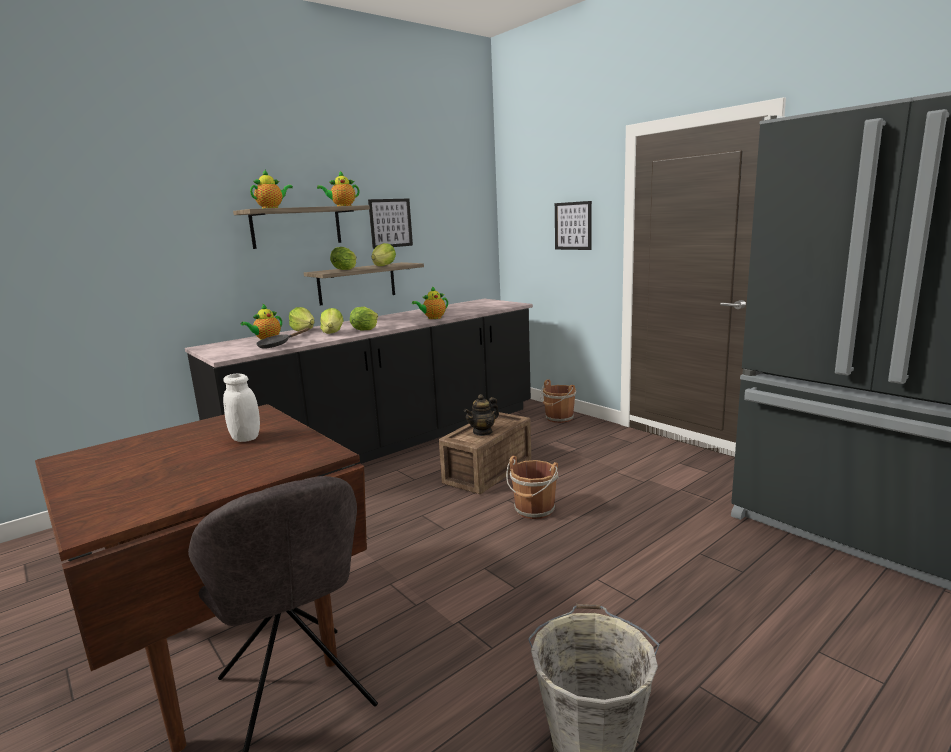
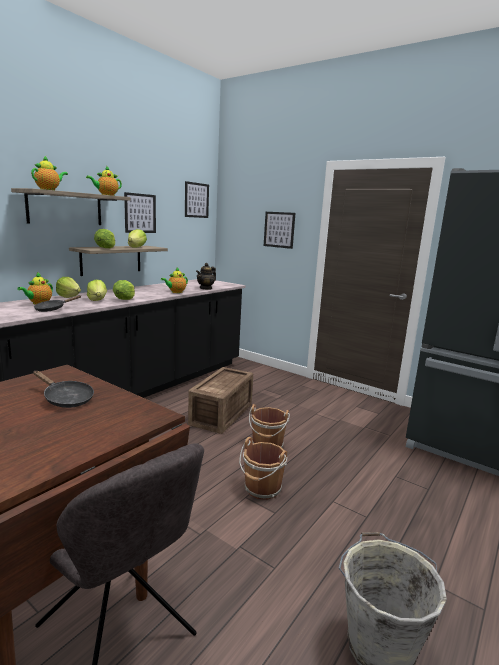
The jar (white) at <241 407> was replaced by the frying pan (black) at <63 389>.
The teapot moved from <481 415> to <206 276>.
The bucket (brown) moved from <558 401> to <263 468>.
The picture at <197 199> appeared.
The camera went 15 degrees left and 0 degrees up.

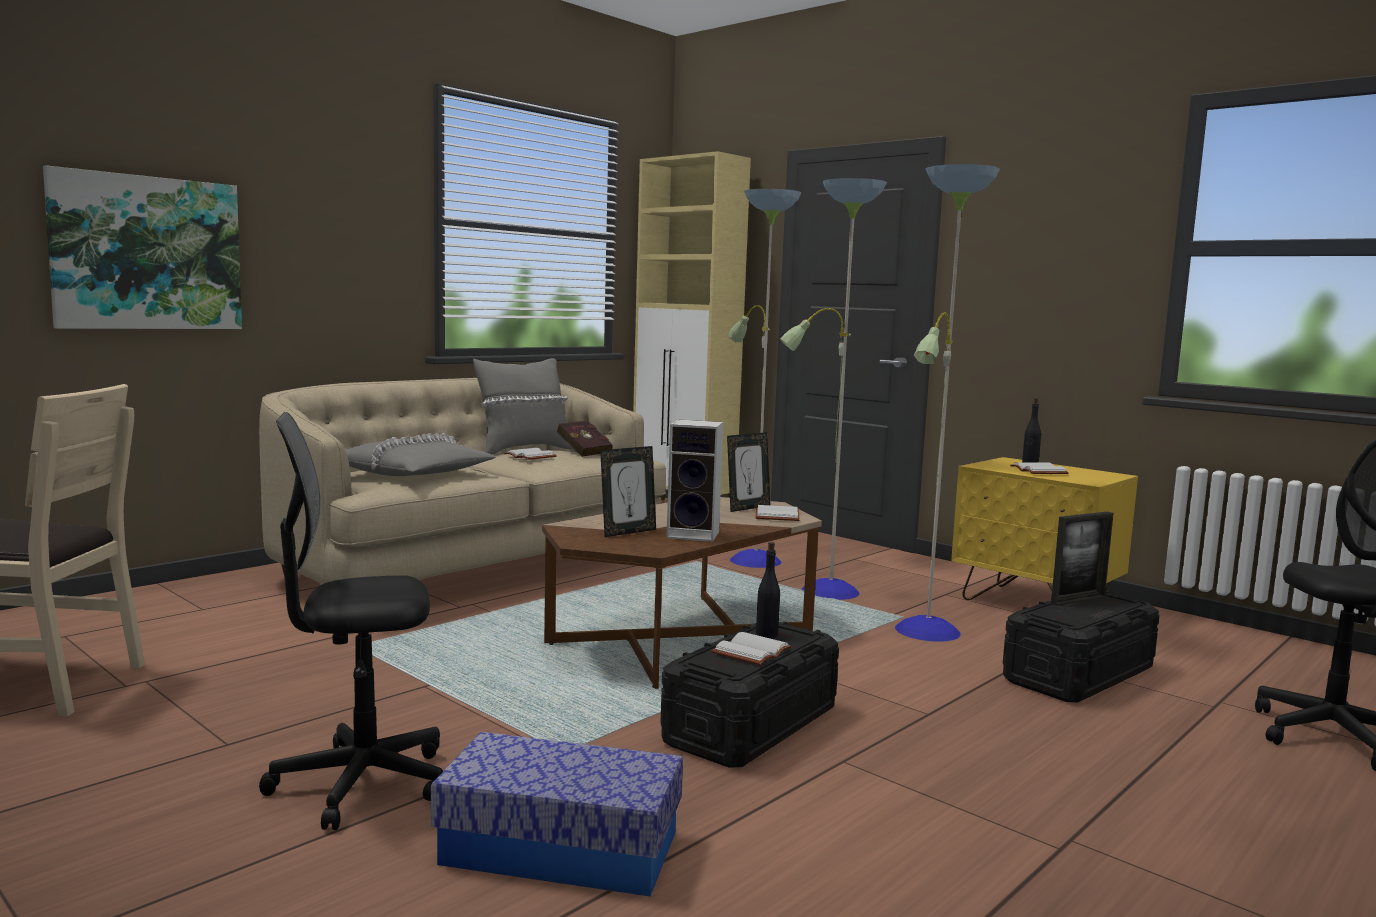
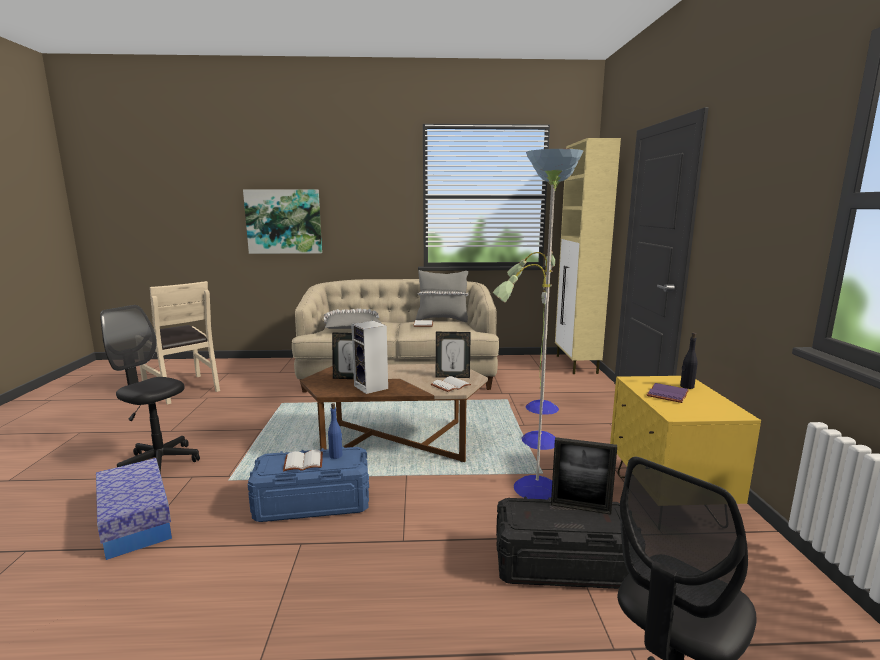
The book (red) at <585 439> disappeared.
The storage box (black) at <749 694> became the storage box (blue) at <308 484>.
The bottle (black) at <768 590> became the bottle (blue) at <335 431>.
The book (white) at <1039 468> became the book (purple) at <668 393>.
The camera went 45 degrees right and 5 degrees up.

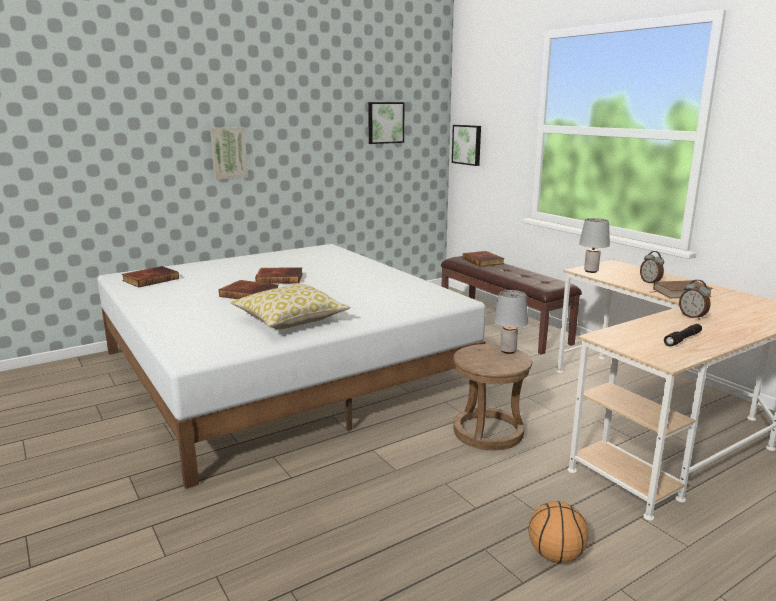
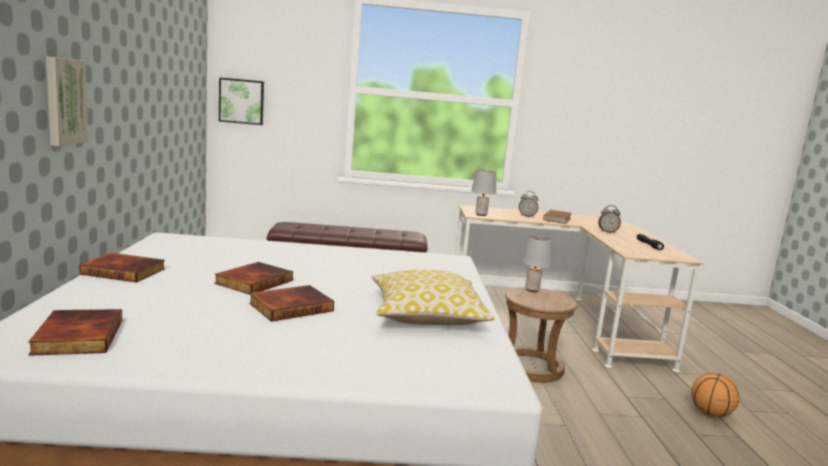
The picture at <386 123> disappeared.
The book moved from <483 259> to <122 268>.
The camera went 60 degrees left and 5 degrees down.

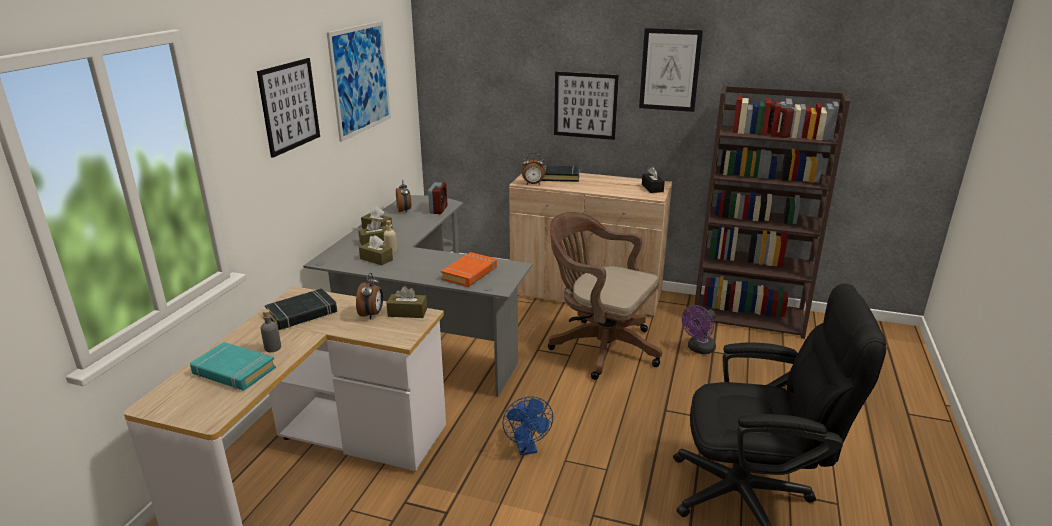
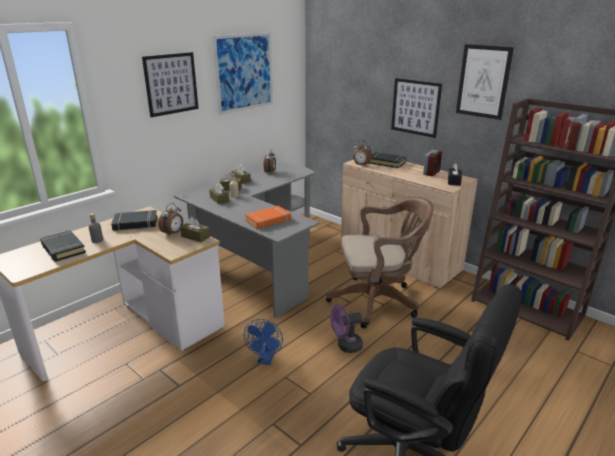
The book (turquoise) at <233 366> became the book (black) at <63 246>.
The alarm clock moved from <437 198> to <432 163>.
The office chair (brown) at <605 296> turned 120 degrees clockwise.
The fan (purple) moved from <699 329> to <346 328>.
The camera went 25 degrees right and 0 degrees up.

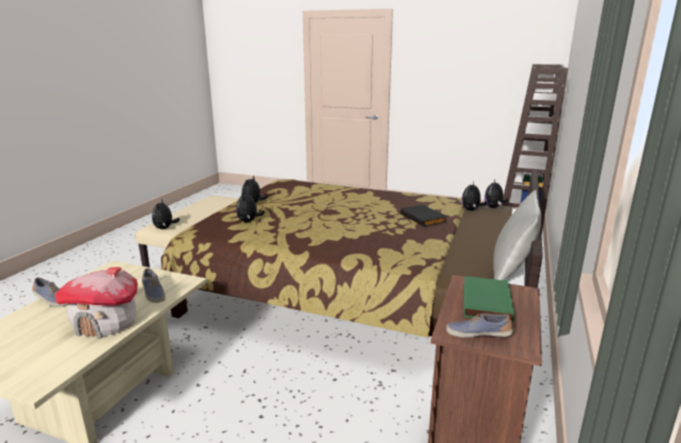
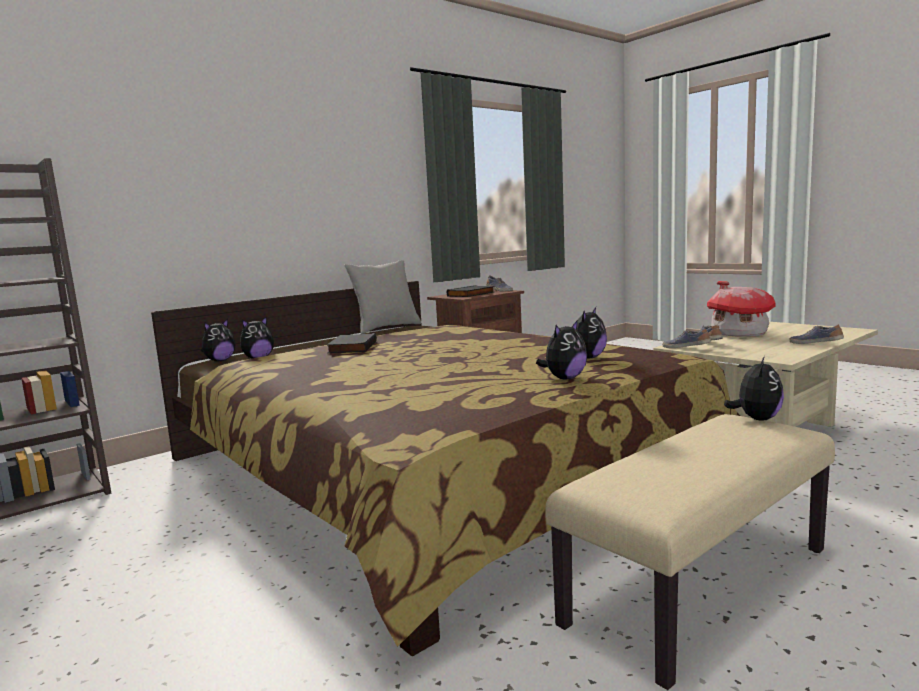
The book (green) at <489 299> became the book (black) at <470 291>.
The shoe at <686 338> appeared.
The camera went 150 degrees left and 10 degrees down.

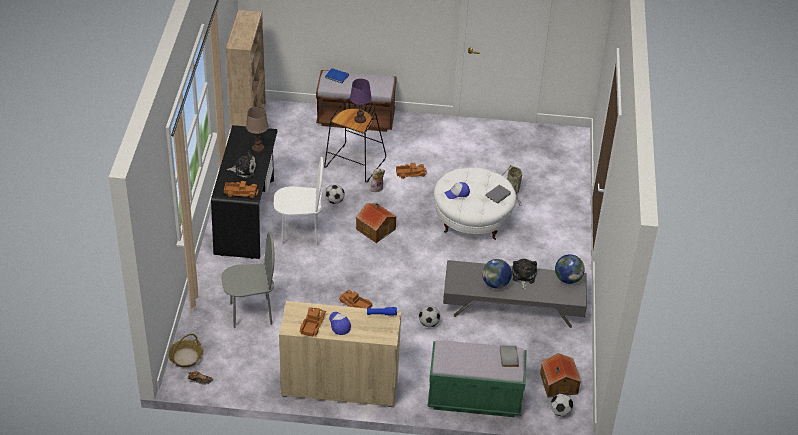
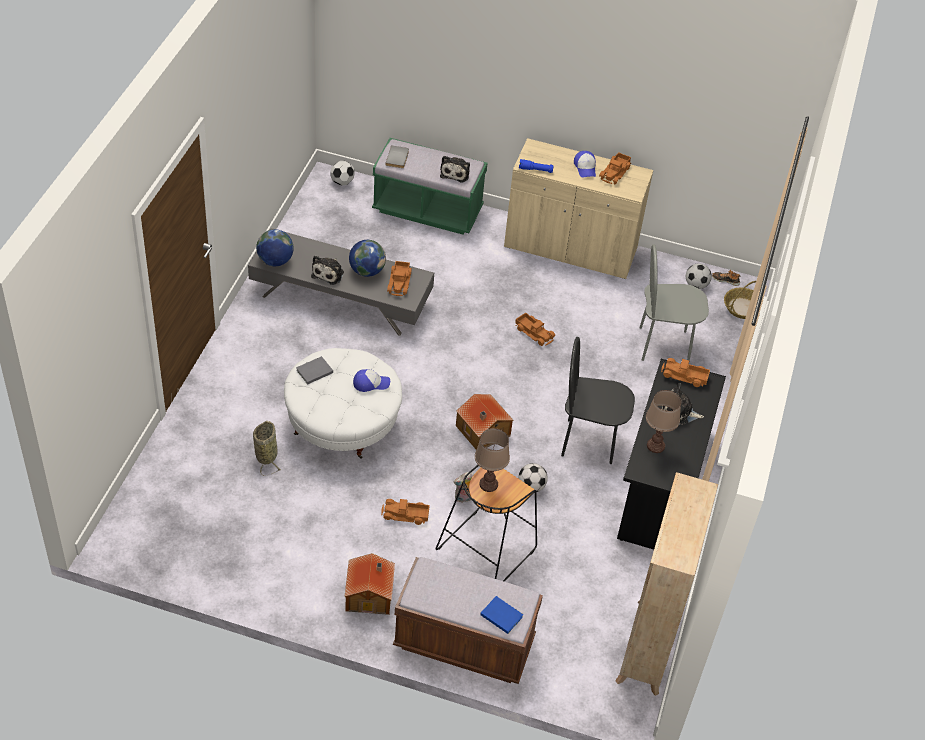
The chair (white) at <298 202> became the chair (black) at <598 400>.
The table lamp (purple) at <361 101> became the table lamp (brown) at <492 460>.
The football moved from <429 316> to <699 276>.
The toy house moved from <560 375> to <369 584>.
The toy truck at <399 278> appeared.
The plush toy at <455 169> appeared.
The camera went 170 degrees left and 5 degrees up.

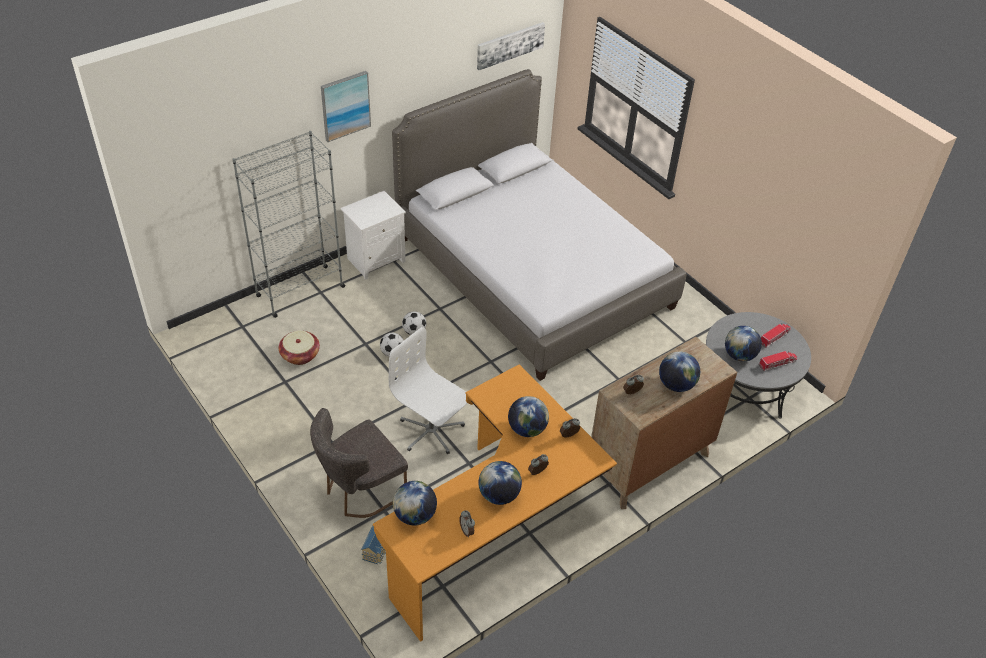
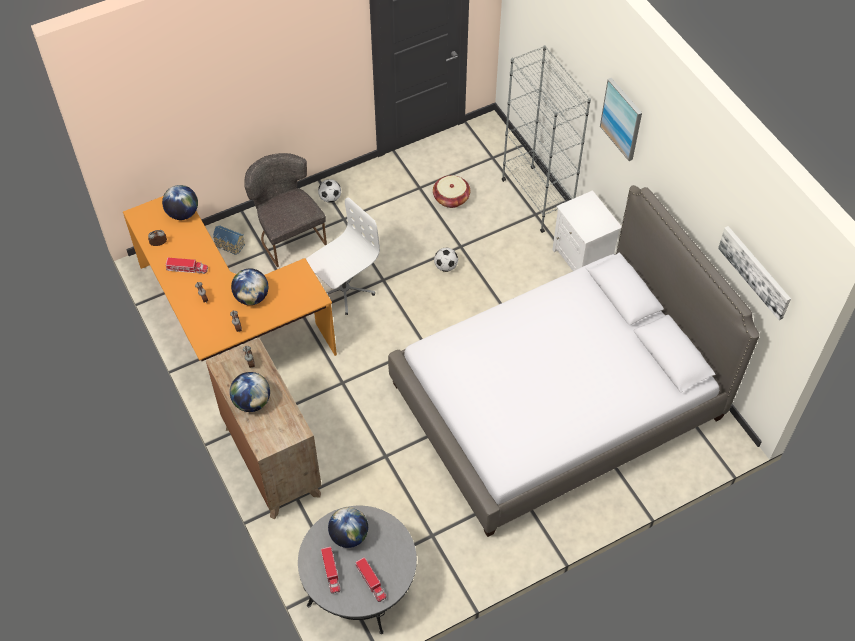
The football moved from <414 323> to <329 191>.
The globe at <500 483> was replaced by the toy truck at <187 266>.
The camera went 100 degrees right and 10 degrees up.

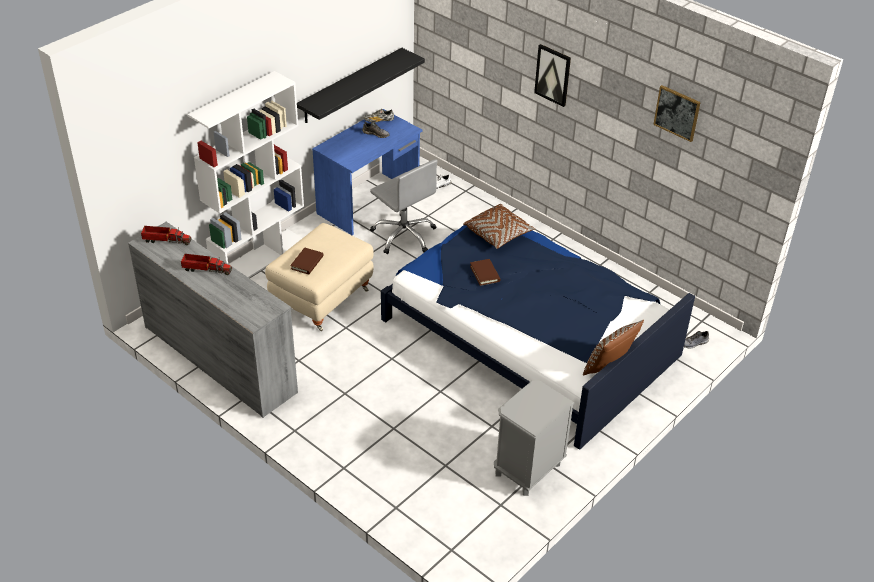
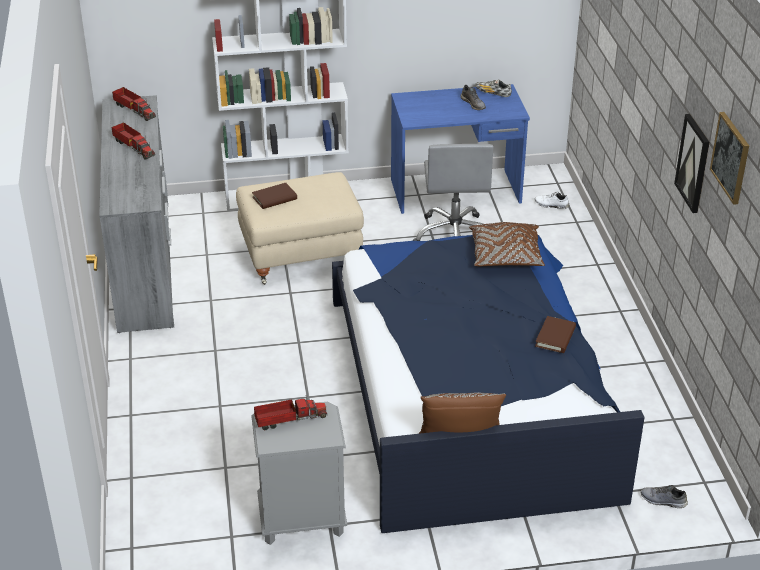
The shelf (black) at <361 85> disappeared.
The book (brown) moved from <485 272> to <555 334>.
The picture moved from <552 75> to <692 163>.
The toy truck at <290 412> appeared.
The camera went 40 degrees right and 5 degrees down.

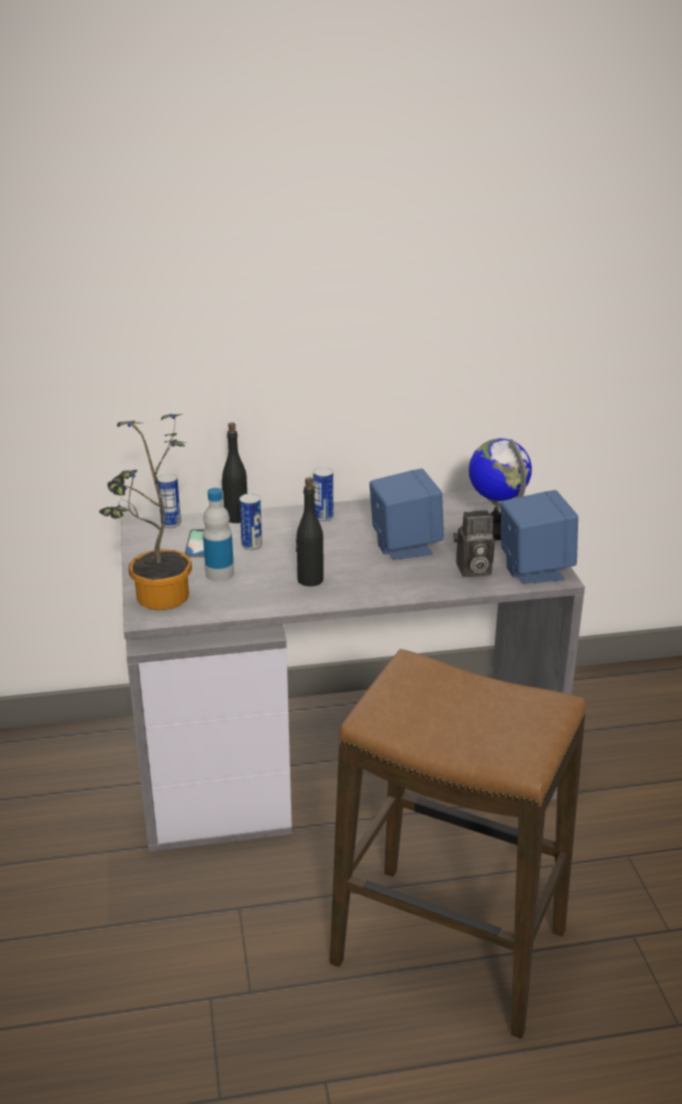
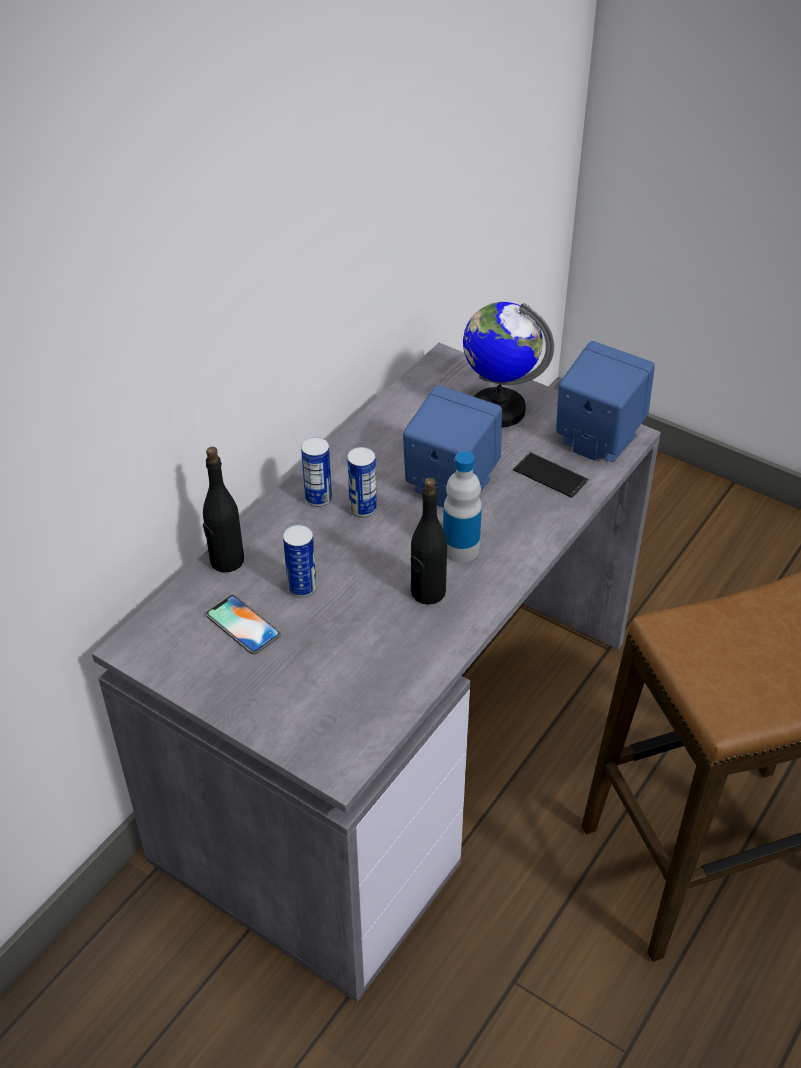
The potted plant at <145 512> disappeared.
The can moved from <169 500> to <362 482>.
The bottle moved from <218 535> to <462 506>.
The photo camera at <474 543> was replaced by the phone at <551 475>.
The camera went 45 degrees left and 15 degrees up.

